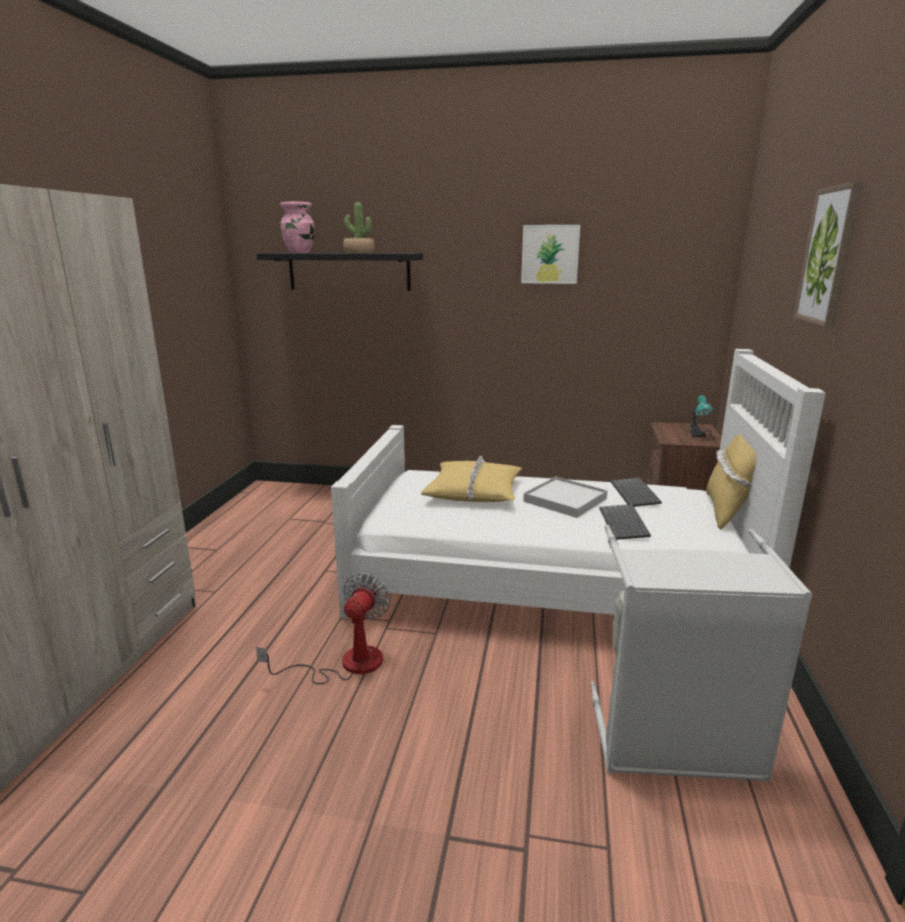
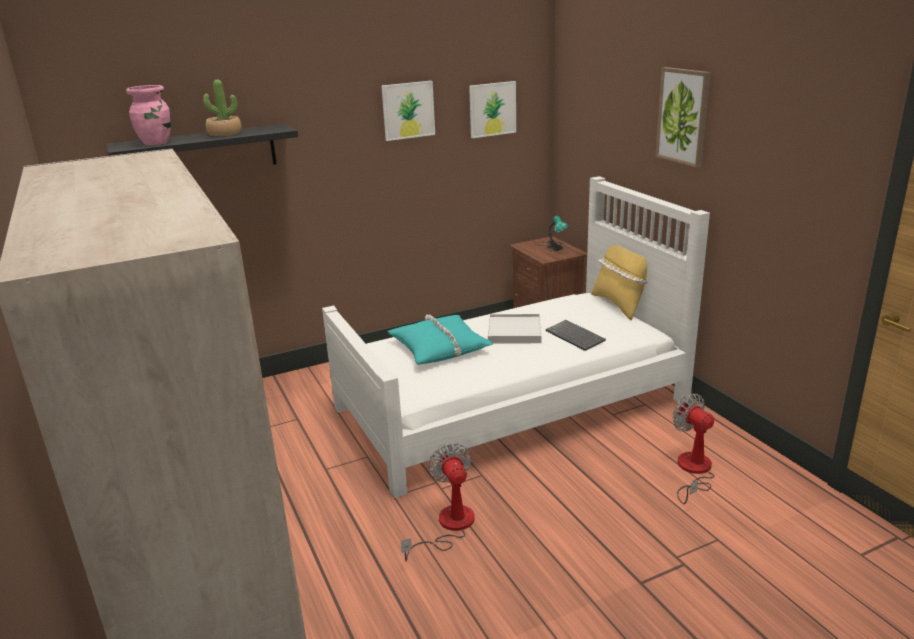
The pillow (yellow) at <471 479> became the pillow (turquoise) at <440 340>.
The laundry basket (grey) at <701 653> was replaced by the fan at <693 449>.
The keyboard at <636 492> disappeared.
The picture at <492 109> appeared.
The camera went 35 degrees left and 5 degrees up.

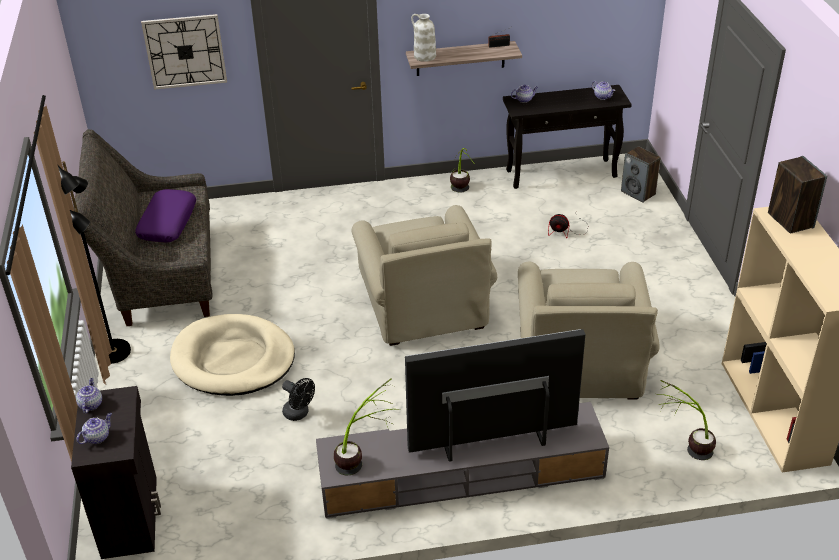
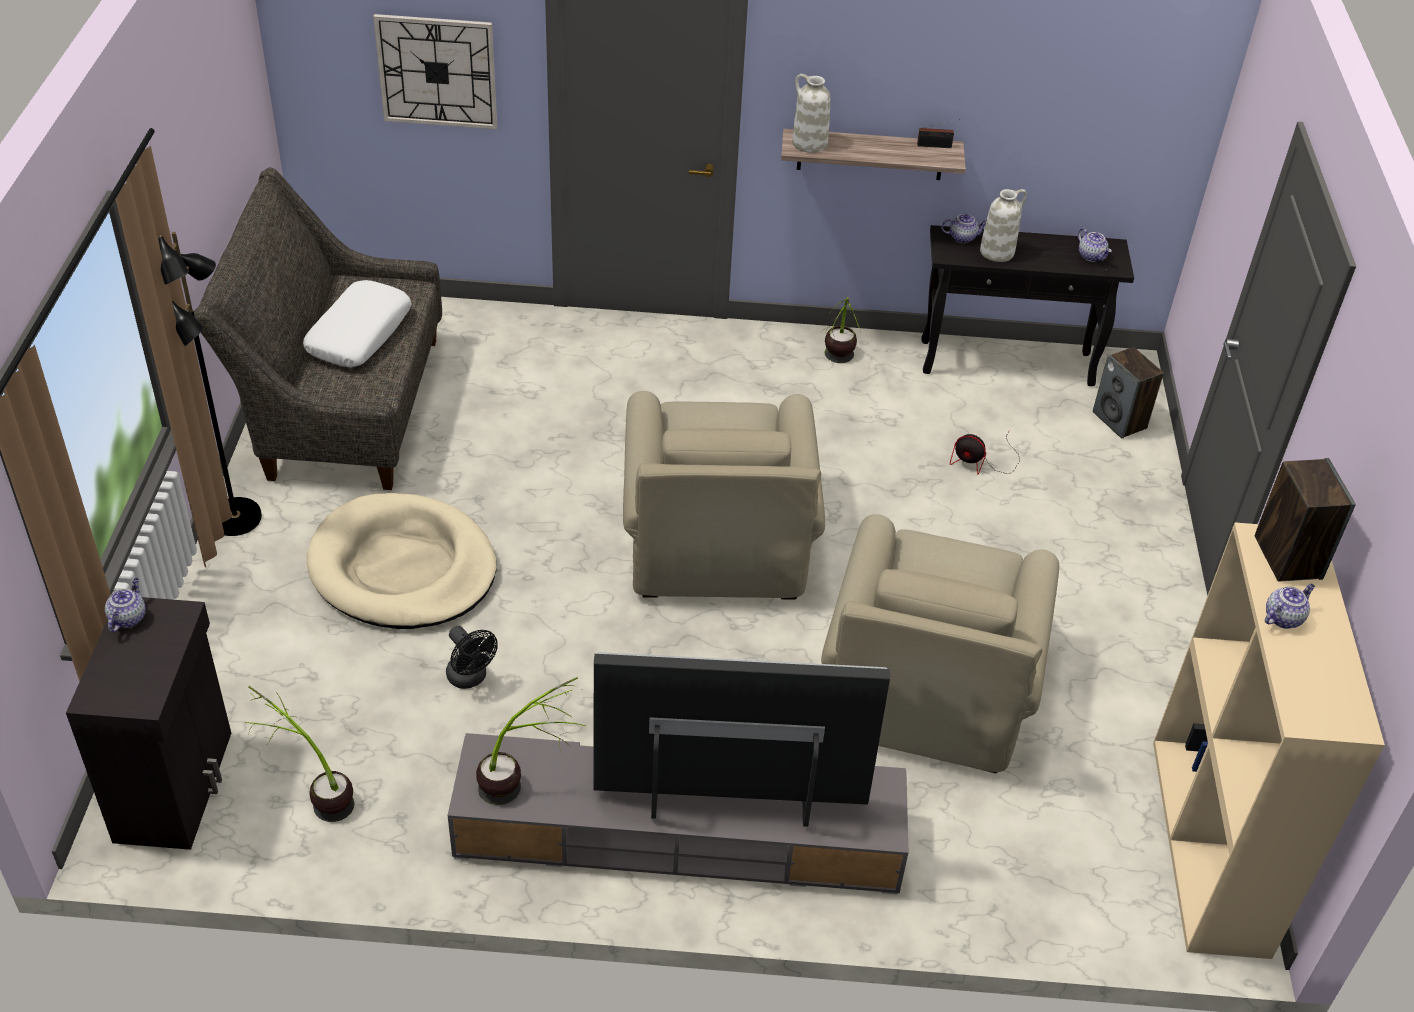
The teapot moved from <94 428> to <1290 606>.
The pillow (purple) at <165 215> became the pillow (white) at <357 323>.
The potted plant moved from <687 420> to <299 754>.
The vase (white) at <1003 225> appeared.
The camera went 10 degrees right and 5 degrees up.

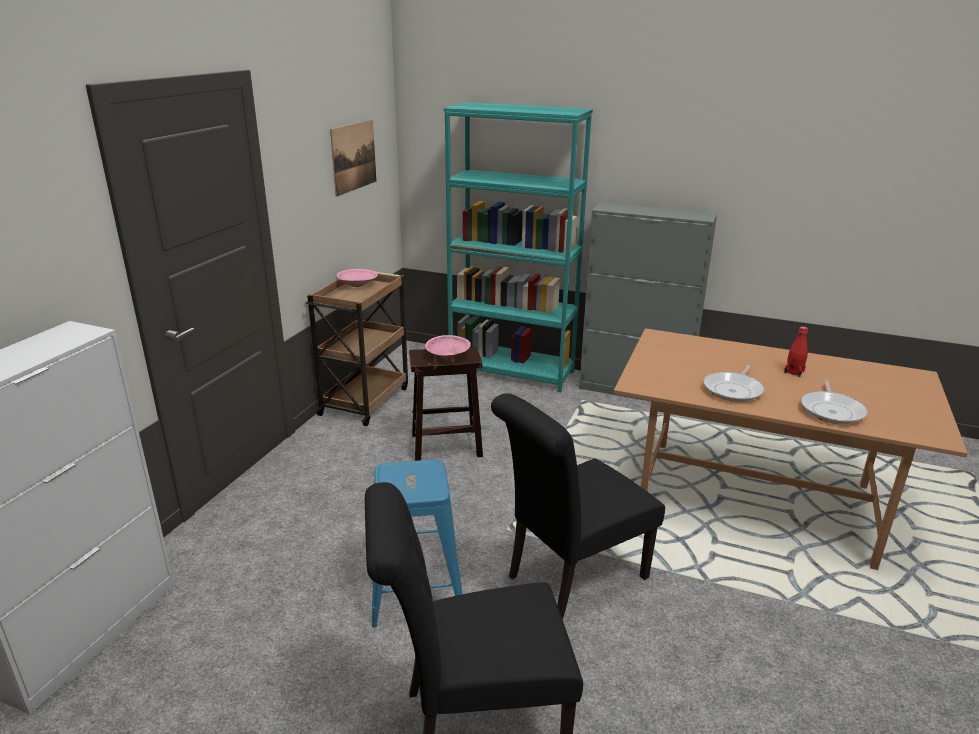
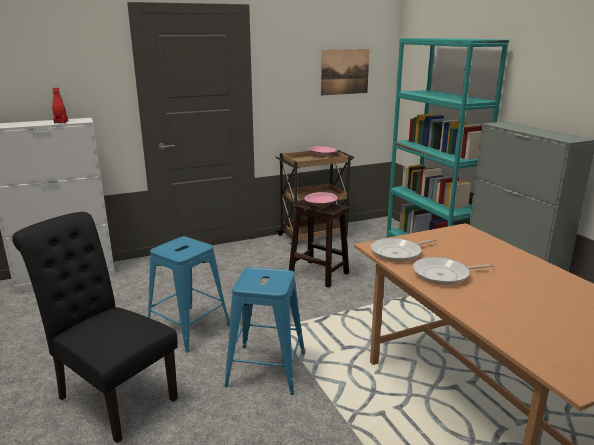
The chair (black) at <578 506> was replaced by the stool (blue) at <264 331>.
The bottle (red) moved from <796 351> to <60 105>.
The frying pan moved from <834 401> to <404 250>.
The camera went 45 degrees right and 5 degrees down.

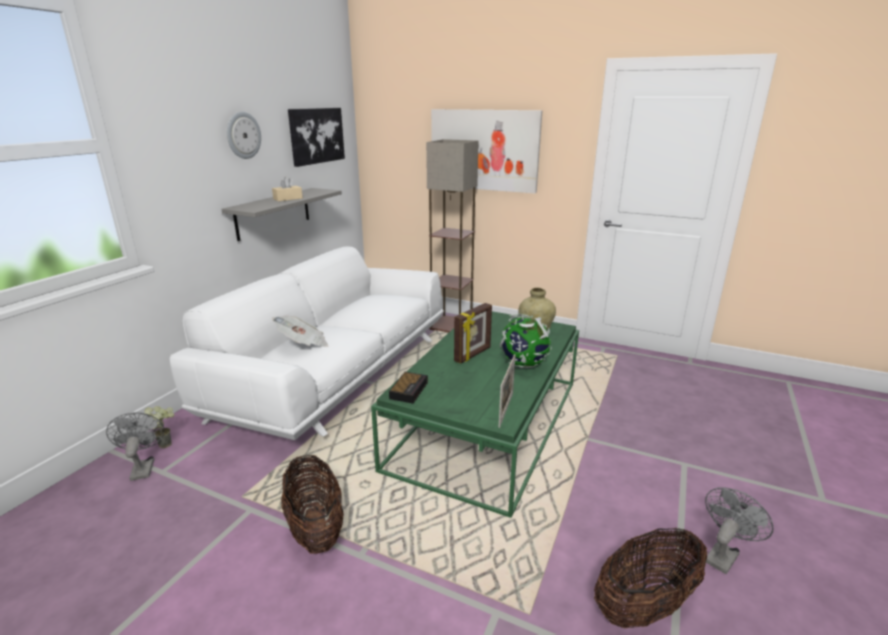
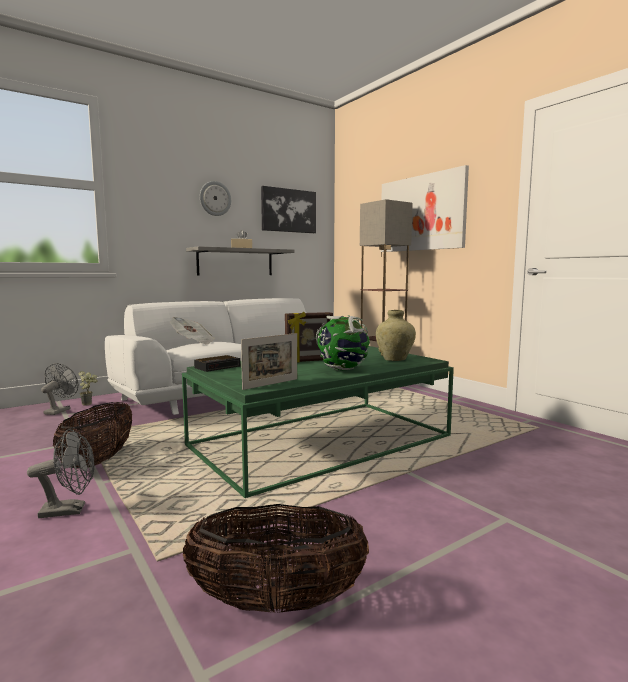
The fan (grey) moved from <739 530> to <61 473>.
The camera went 30 degrees right and 15 degrees down.

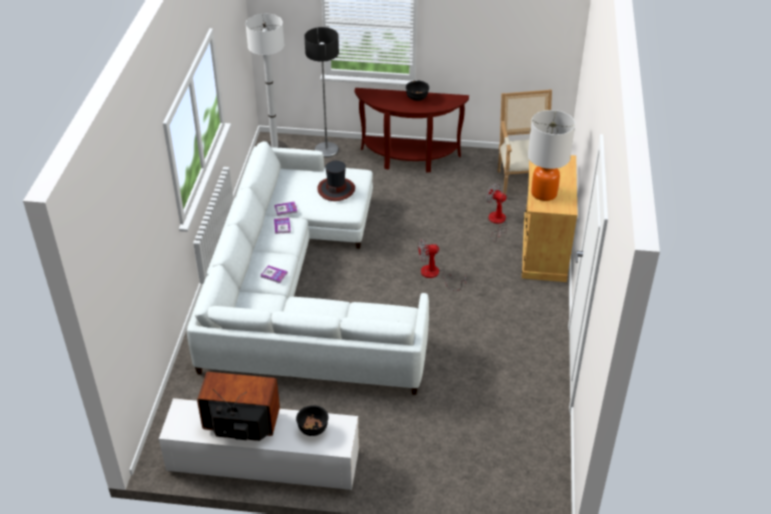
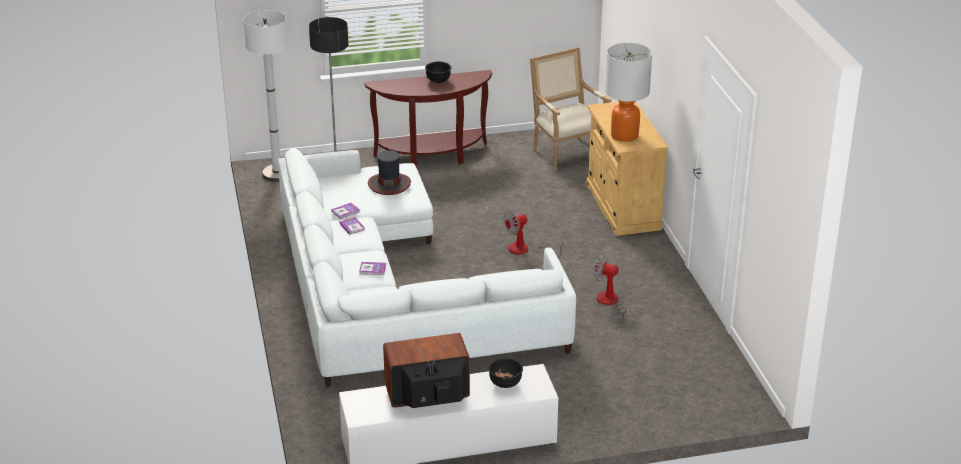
The fan moved from <497 212> to <611 289>.
The camera went 20 degrees left and 10 degrees down.

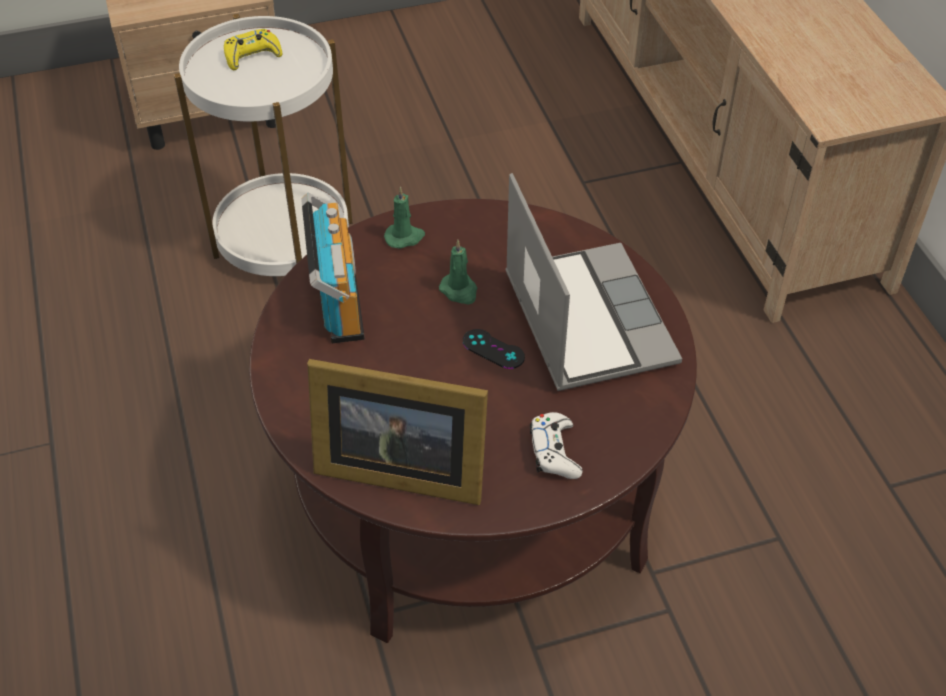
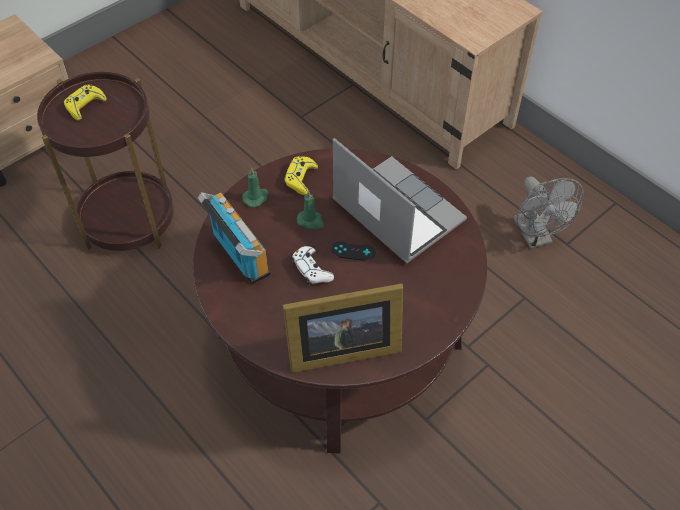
The side table (white) at <263 145> became the side table (brown) at <105 161>.
The game controller (white) moved from <556 445> to <313 265>.
The game controller (yellow) at <301 175> appeared.
The fan (grey) at <549 212> appeared.
The camera went 25 degrees left and 5 degrees up.

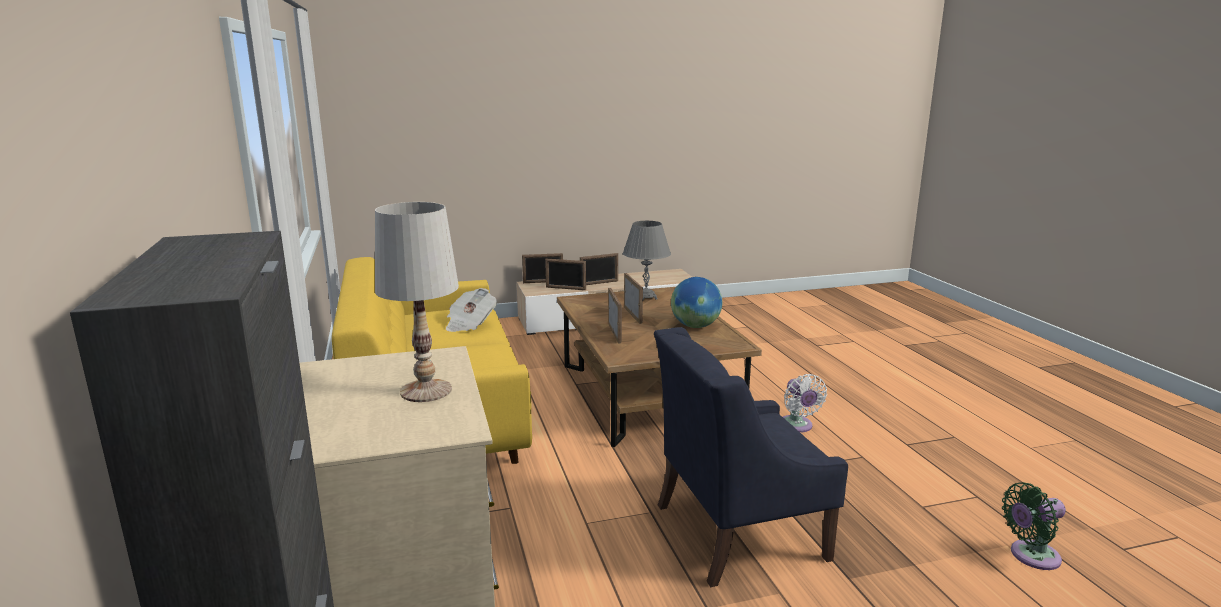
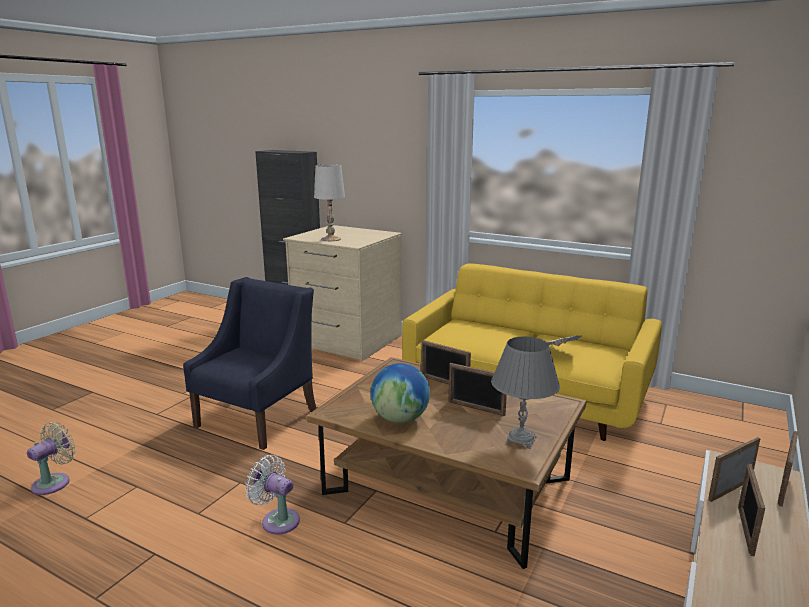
The fan (green) at <1034 526> became the fan (beige) at <51 458>.
The camera went 135 degrees right and 0 degrees up.

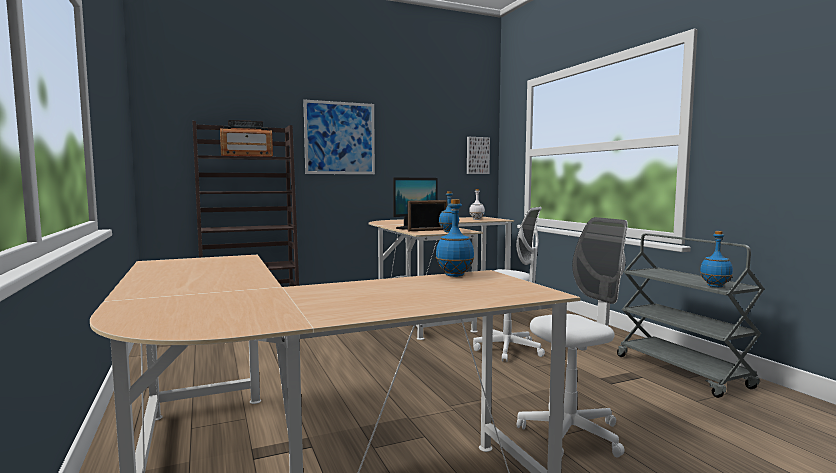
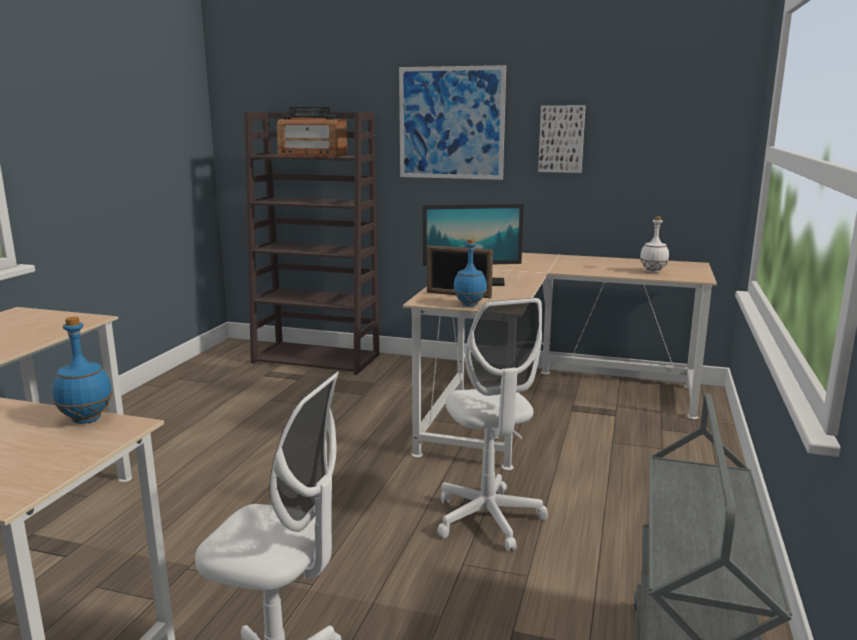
The picture moved from <478 155> to <562 139>.
The bottle (blue) at <716 259> disappeared.
The camera went 40 degrees right and 10 degrees up.

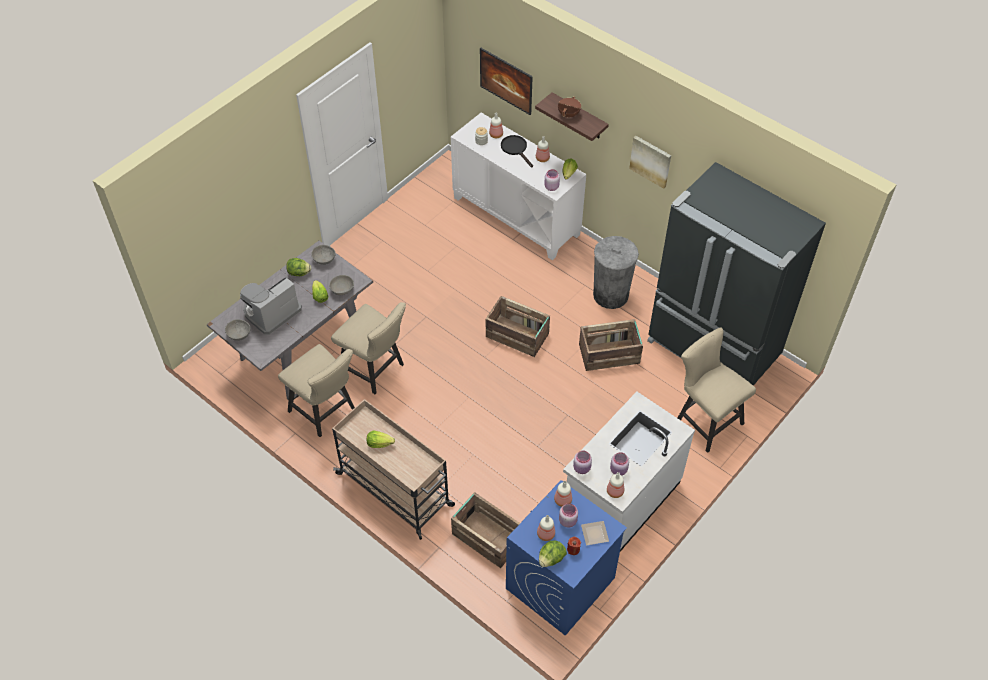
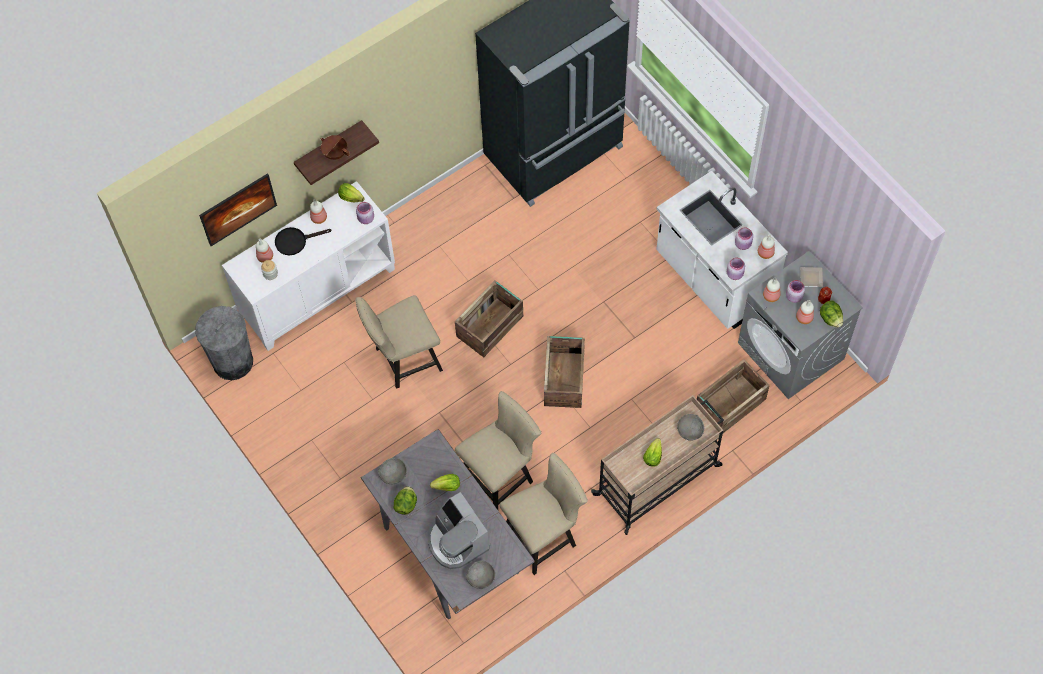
The bowl (grey) moved from <341 285> to <690 427>.
The washing machine (blue) at <566 558> became the washing machine (grey) at <800 325>.
The crate moved from <611 345> to <564 372>.
The trash can (grey) moved from <616 272> to <224 343>.
The picture at <650 162> disappeared.
The chair (beige) moved from <717 390> to <399 342>.
The camera went 75 degrees left and 10 degrees up.

